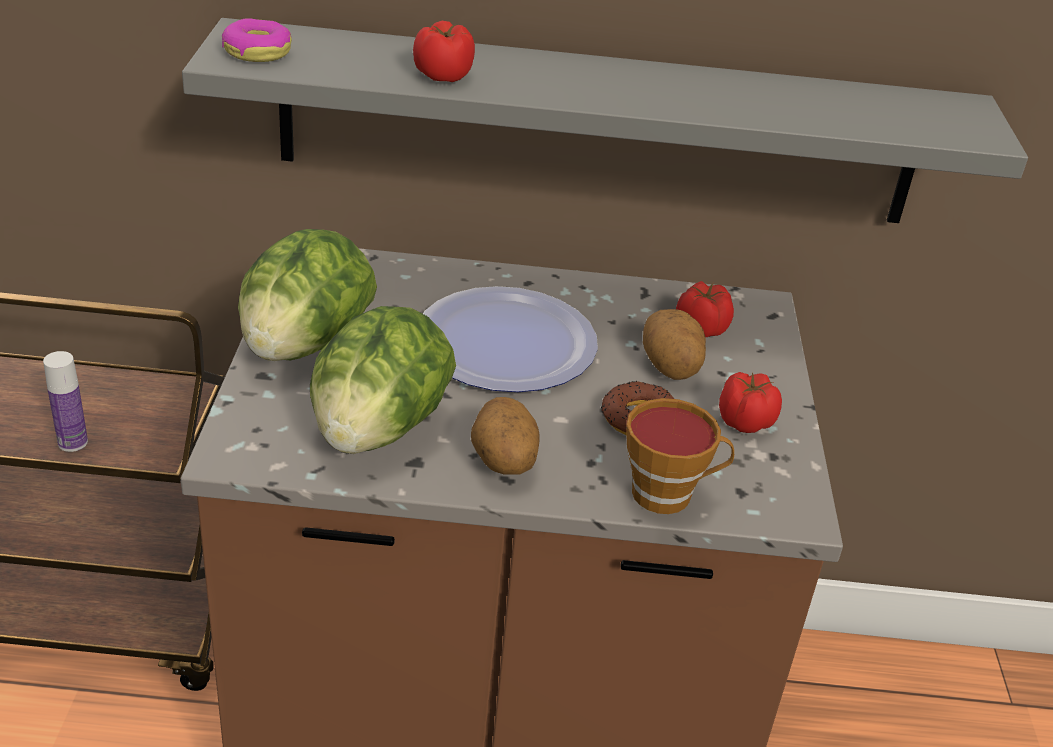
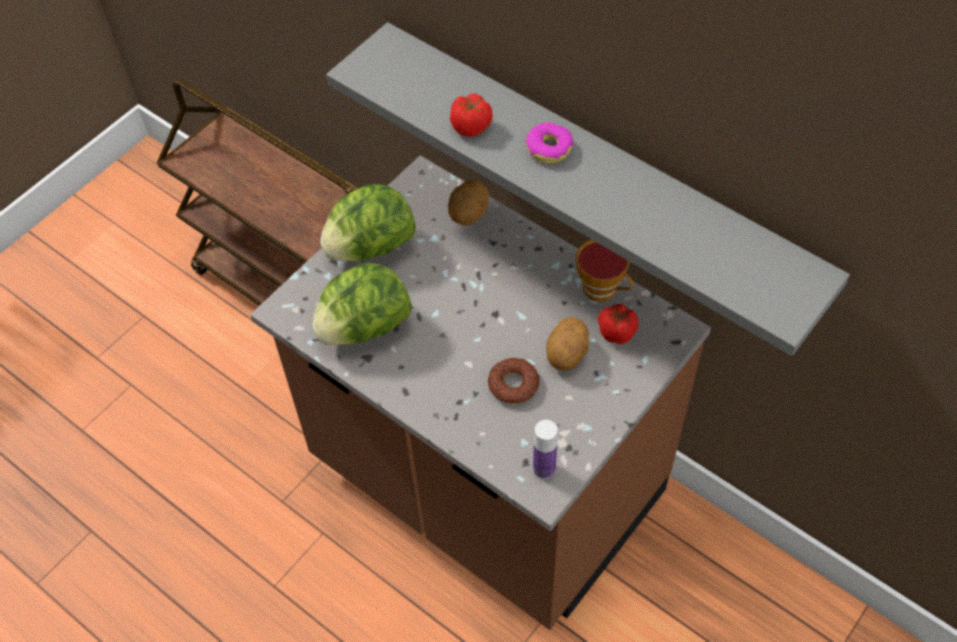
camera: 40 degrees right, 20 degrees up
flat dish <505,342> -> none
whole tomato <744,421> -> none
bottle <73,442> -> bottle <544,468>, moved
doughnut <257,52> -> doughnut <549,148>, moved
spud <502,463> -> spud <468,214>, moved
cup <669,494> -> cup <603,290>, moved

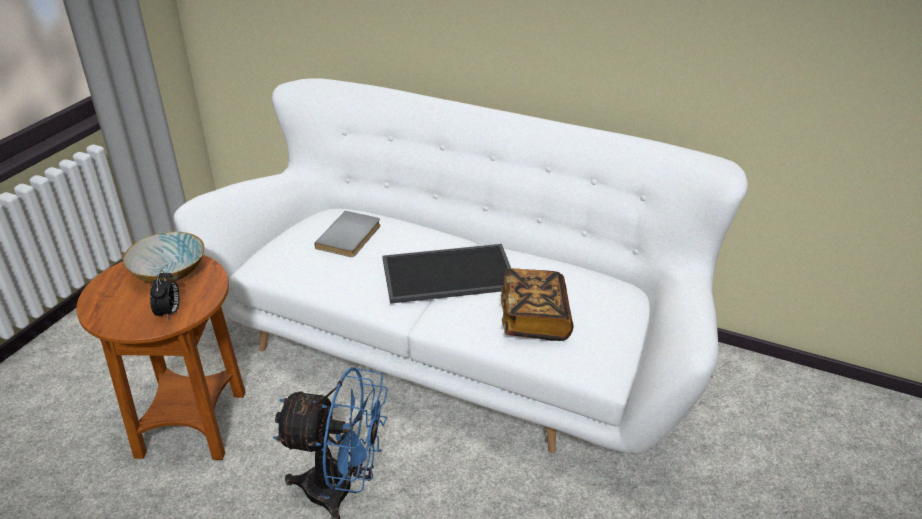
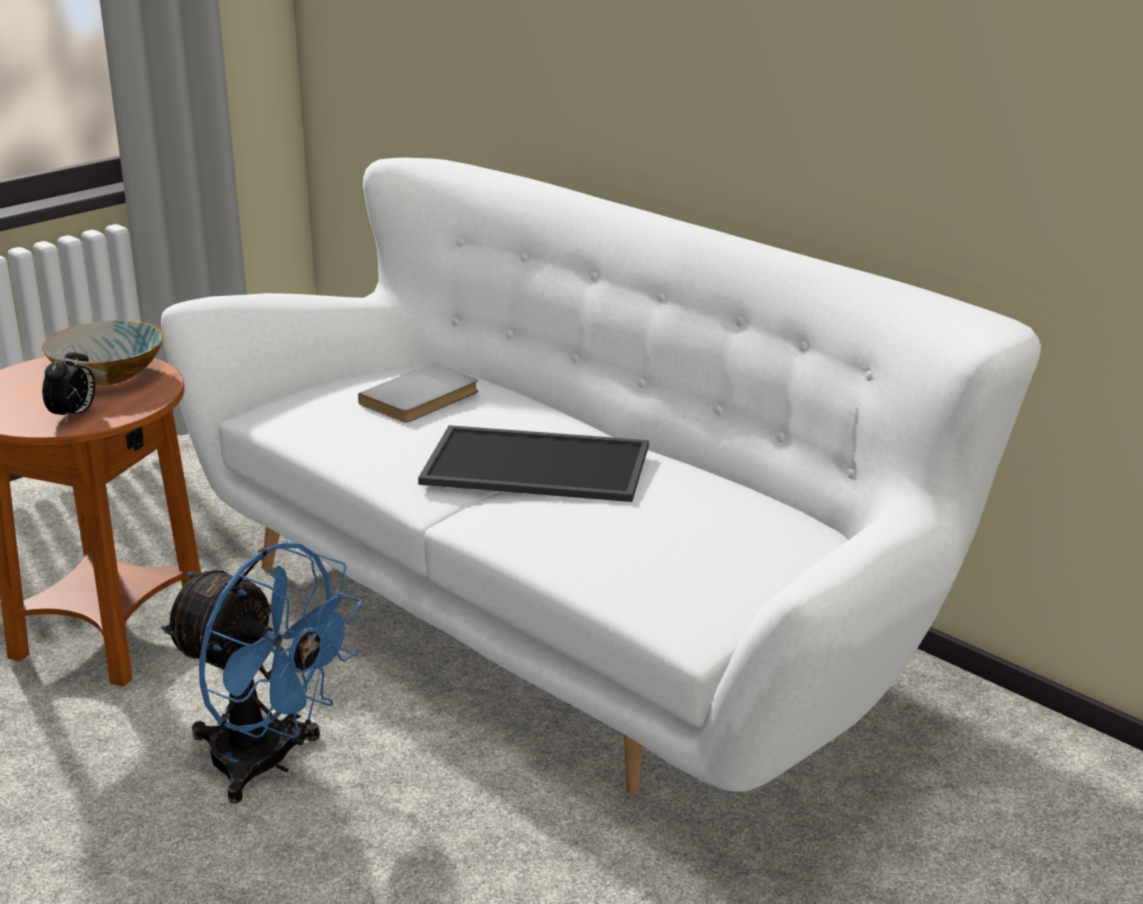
camera: 20 degrees right, 10 degrees down
volume <534,319> -> none

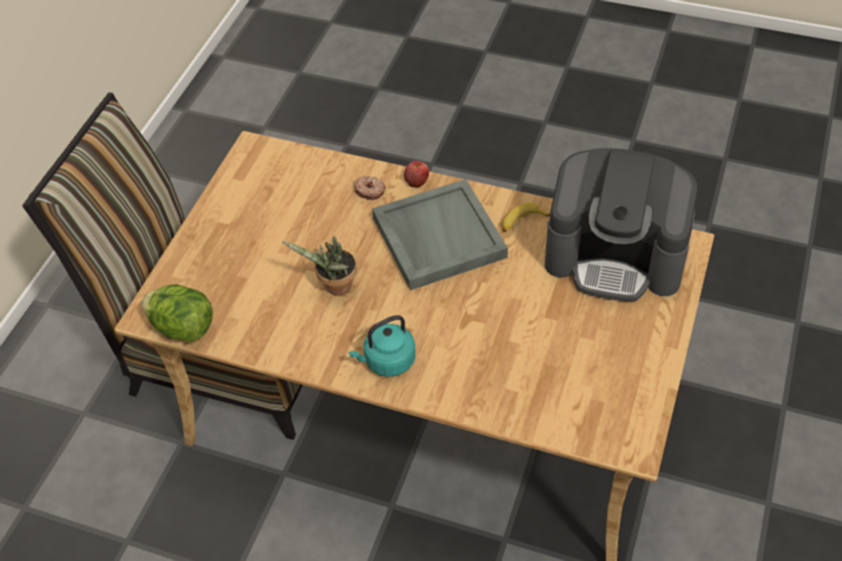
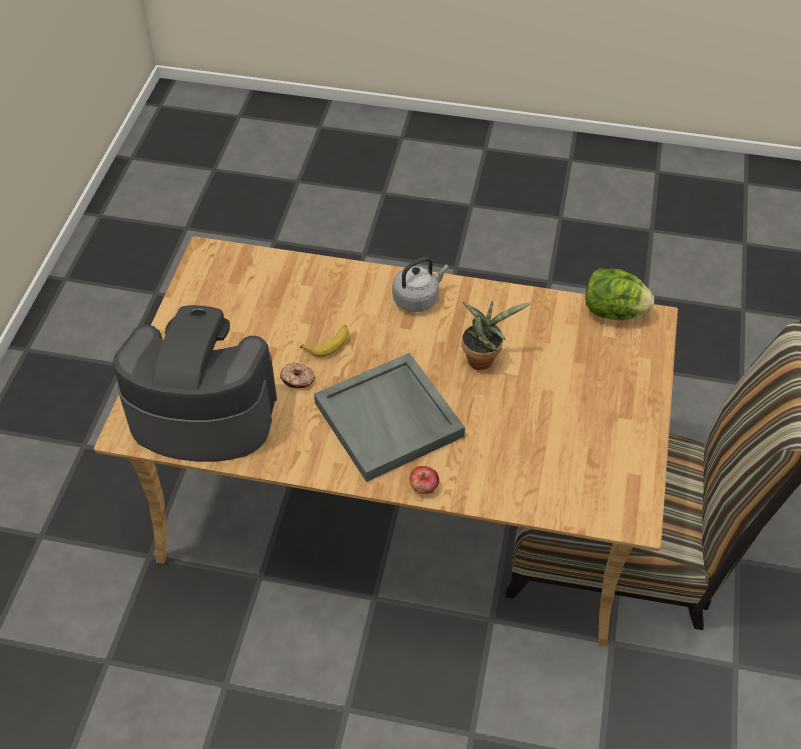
camera: 170 degrees right, 0 degrees up
doughnut <369,190> -> doughnut <297,379>, moved
banana fruit <521,222> -> banana fruit <328,343>, moved
turquoise kettle <387,361> -> grey kettle <417,298>

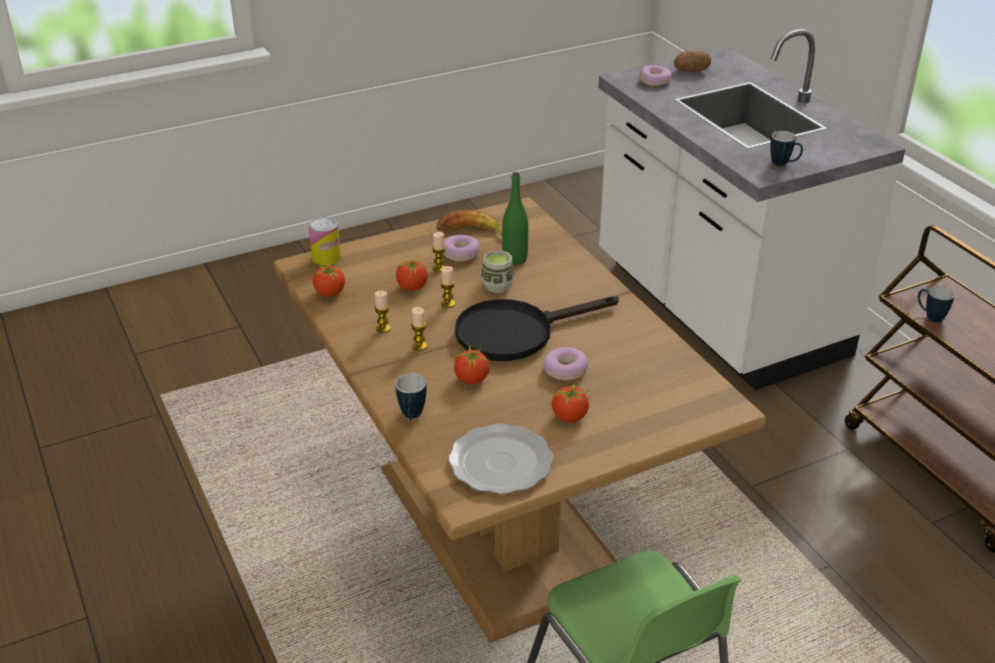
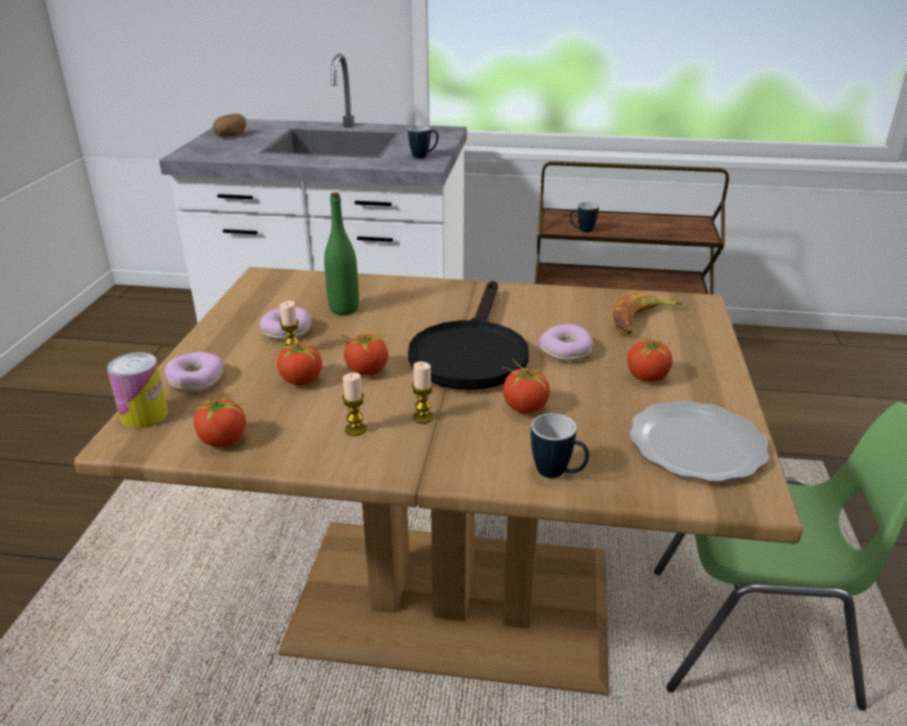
camera: 55 degrees left, 5 degrees down
cup <497,286> -> none
banana fruit <471,231> -> banana fruit <642,320>, moved
doughnut <655,81> -> doughnut <195,380>, moved
wax candle <448,304> -> whole tomato <366,371>

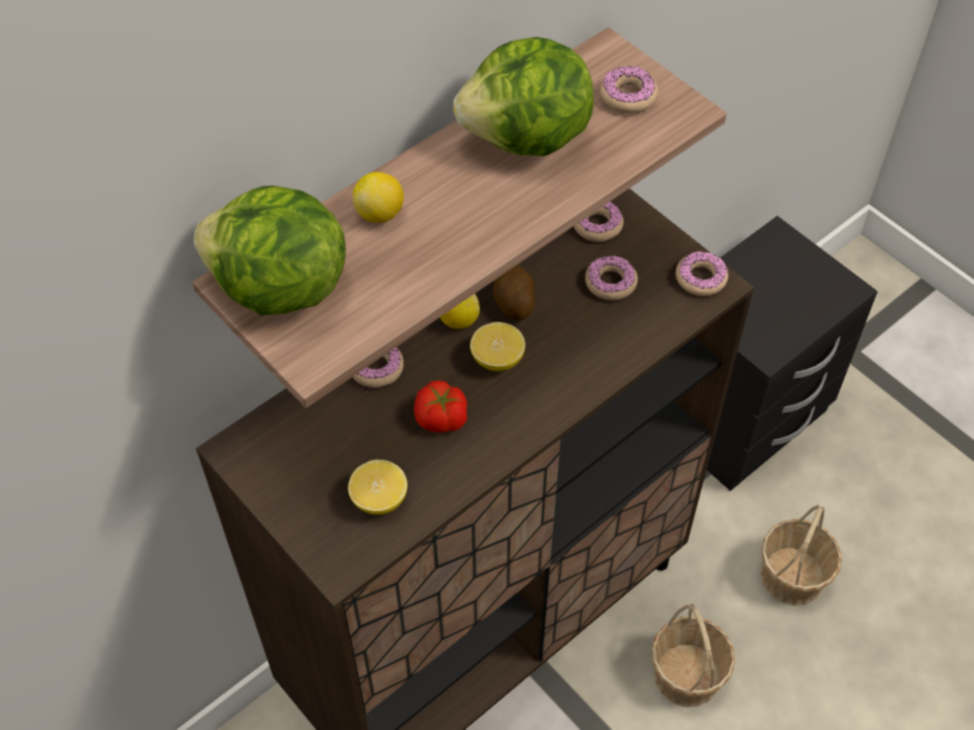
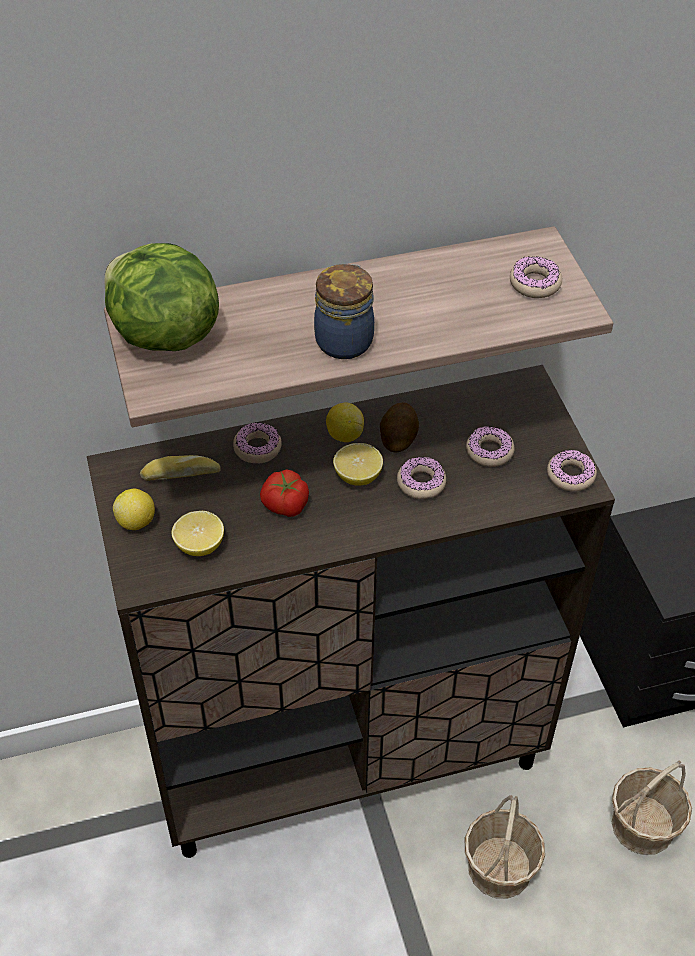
camera: 25 degrees right, 5 degrees down
head of lettuce <527,139> -> none
none -> baked bread <180,473>
none -> jar <345,340>
whole lemon <380,213> -> whole lemon <136,522>, moved
doughnut <597,225> -> doughnut <421,483>, moved

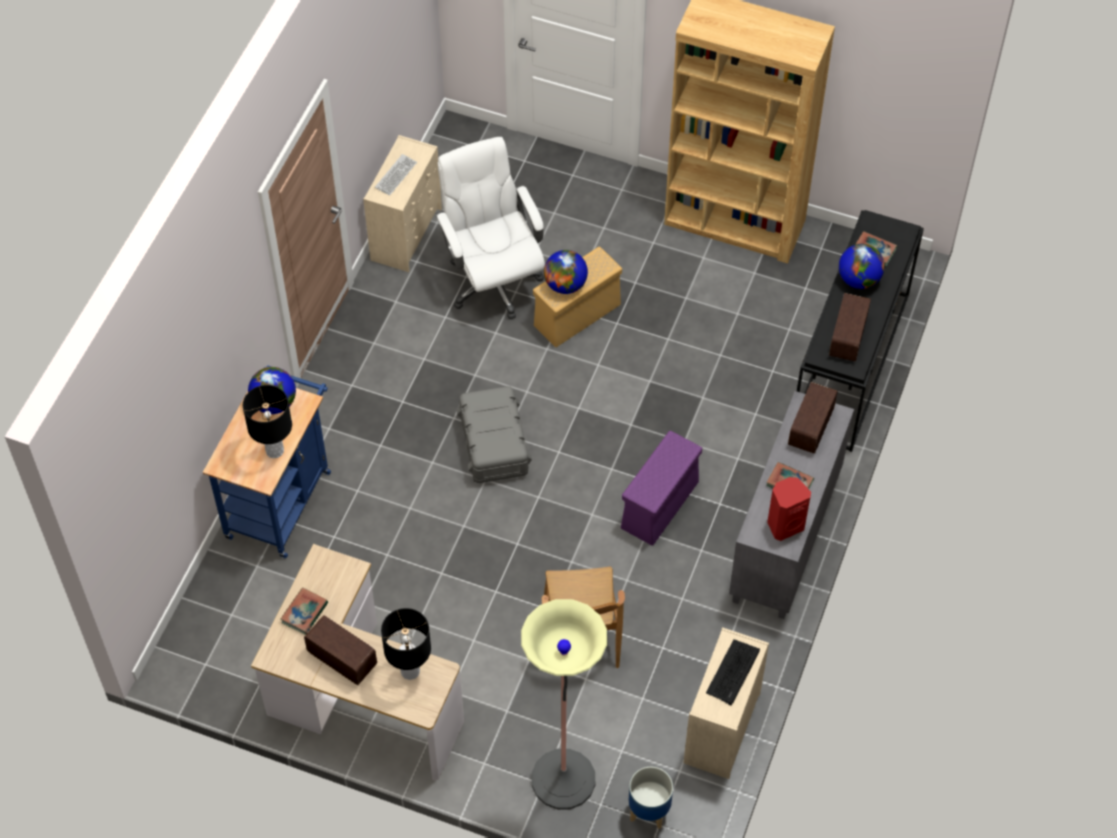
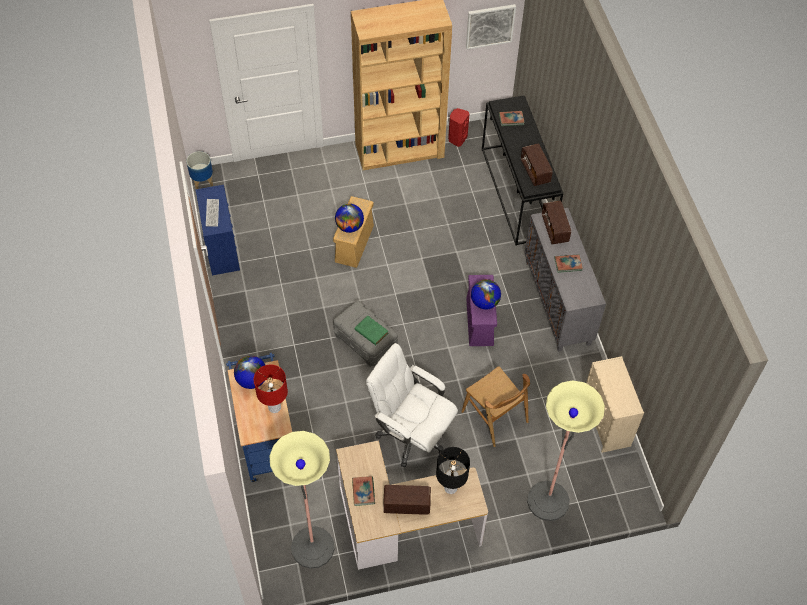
camera: 35 degrees left, 0 degrees up
computer keyboard <733,672> -> none
none -> floor lamp <312,547>
none -> green-coloured volume <370,331>
none -> picture <490,26>
whitish desk chair <493,281> -> whitish desk chair <411,435>, moved
planter <649,811> -> planter <203,181>, moved
red loudspeaker <784,525> -> red loudspeaker <457,139>, moved
world globe <858,280> -> world globe <484,302>, moved
black table lamp <275,450> -> red table lamp <274,407>
beige-coloured drawer chest <406,233> -> blue-coloured drawer chest <221,249>

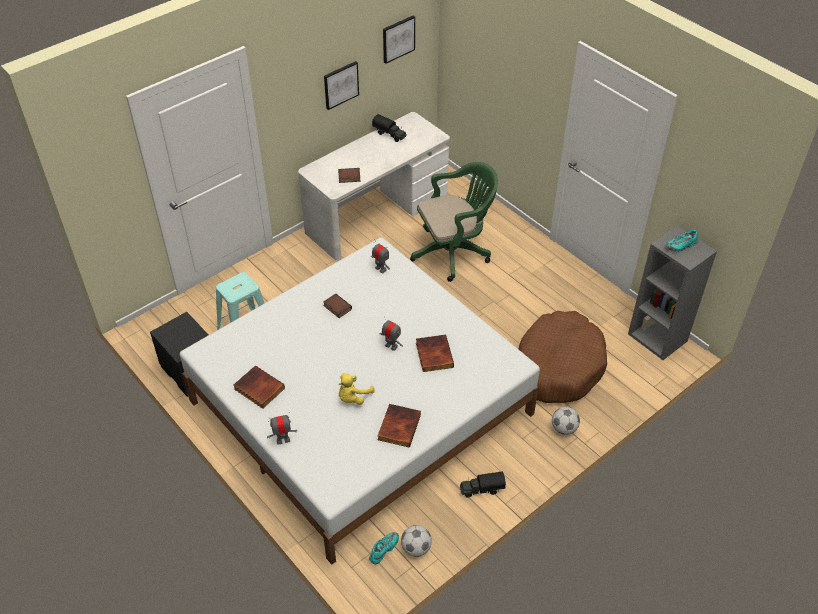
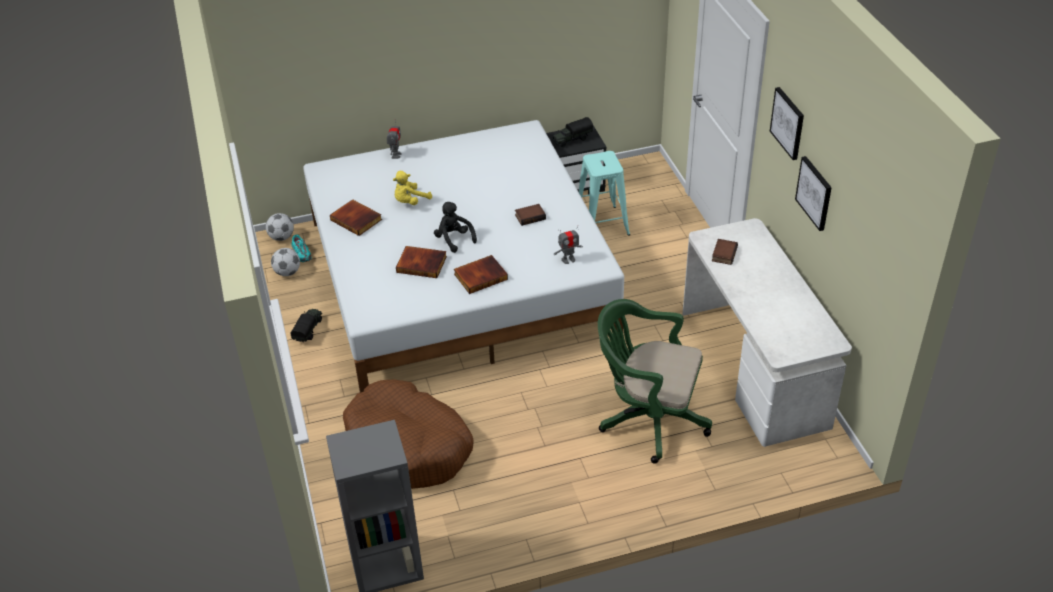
camera: 115 degrees right, 5 degrees down
turquoise item of footwear <681,246> -> none
volume <258,389> -> volume <480,276>, moved
model truck <390,134> -> model truck <572,139>, moved
picture <398,38> -> picture <788,123>, moved
football <564,428> -> football <281,237>, moved
model robot <391,346> -> black cuddly toy <454,239>
yellow cuddly toy <353,397> -> yellow cuddly toy <410,201>, 105 degrees counterclockwise
green-coloured desk chair <454,252> -> green-coloured desk chair <648,419>, 105 degrees clockwise

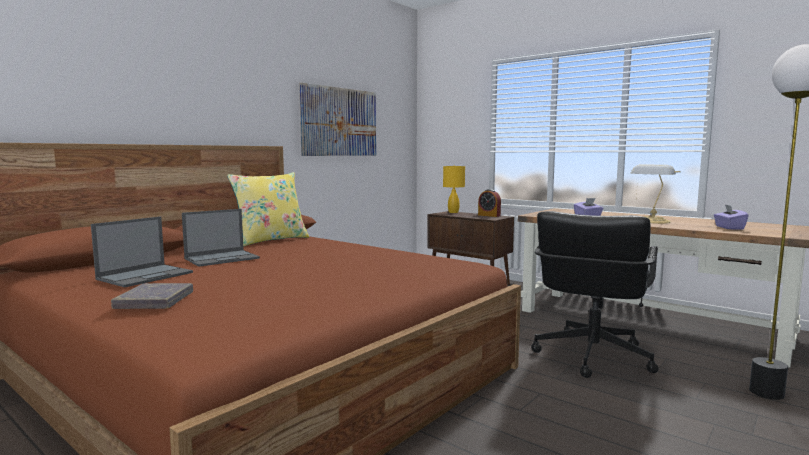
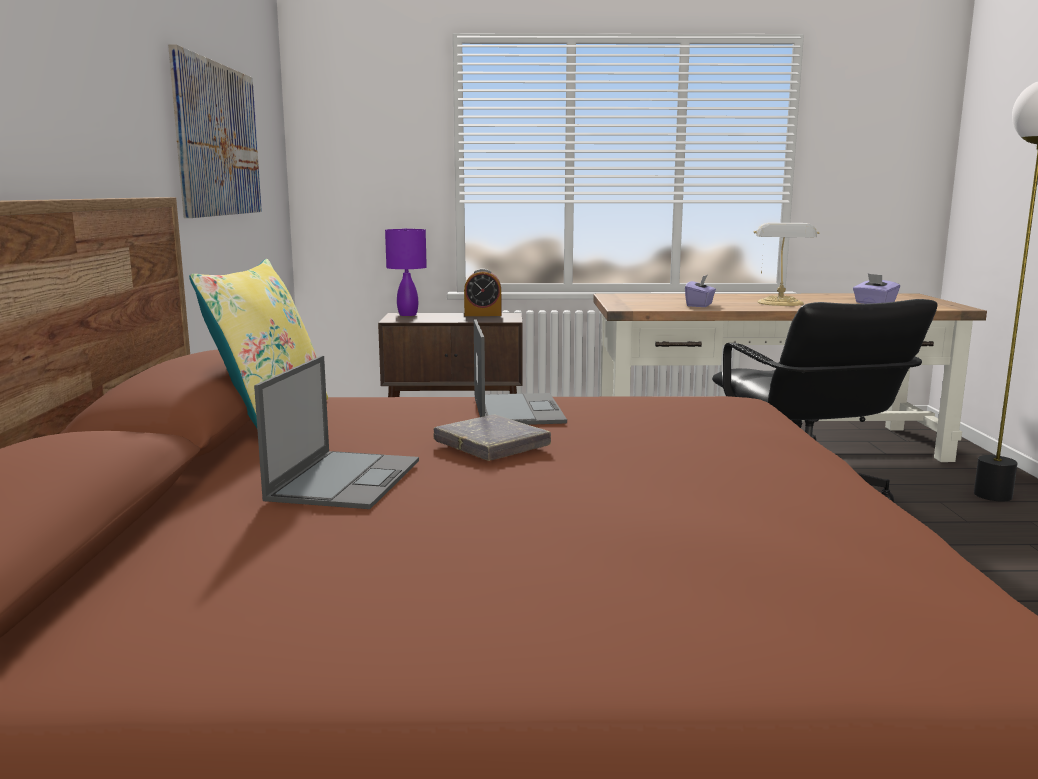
camera: 40 degrees left, 5 degrees up
portable computer <146,276> -> portable computer <517,410>, moved
grey volume <155,301> -> grey volume <491,444>, moved
yellow table lamp <453,212> -> purple-coloured table lamp <408,314>

